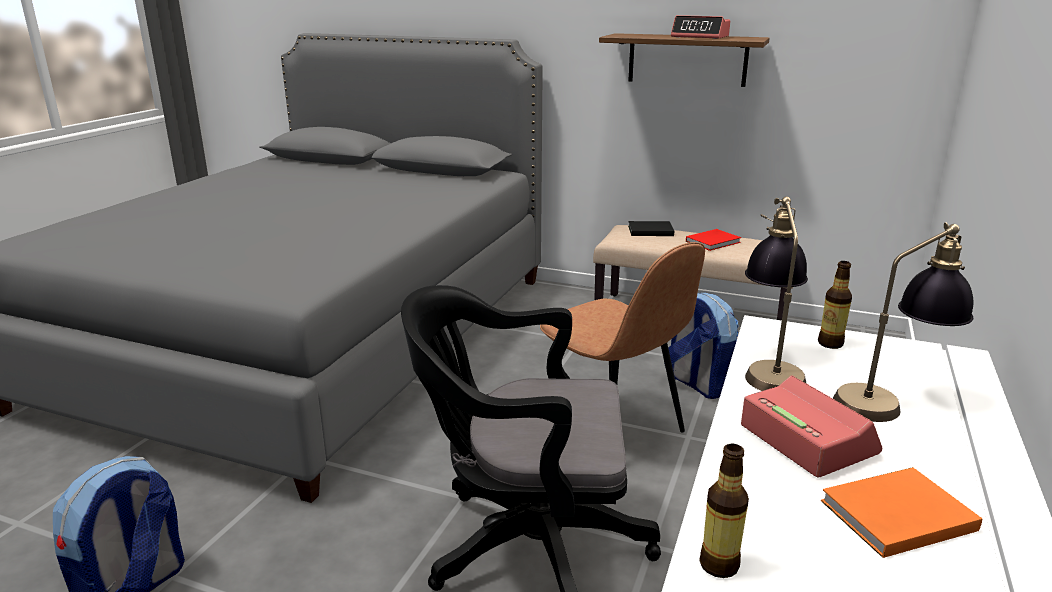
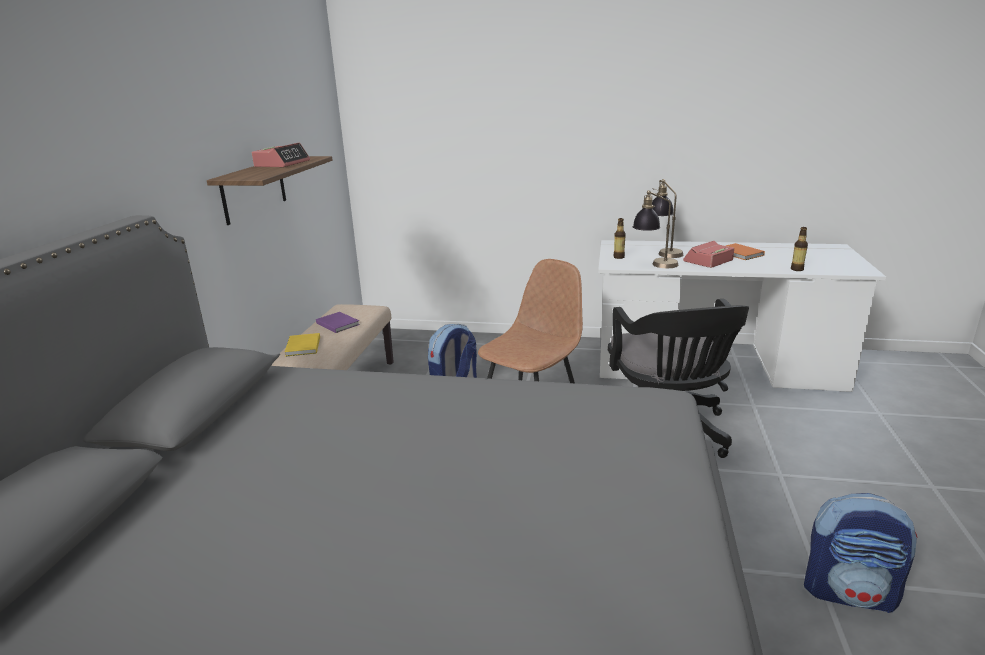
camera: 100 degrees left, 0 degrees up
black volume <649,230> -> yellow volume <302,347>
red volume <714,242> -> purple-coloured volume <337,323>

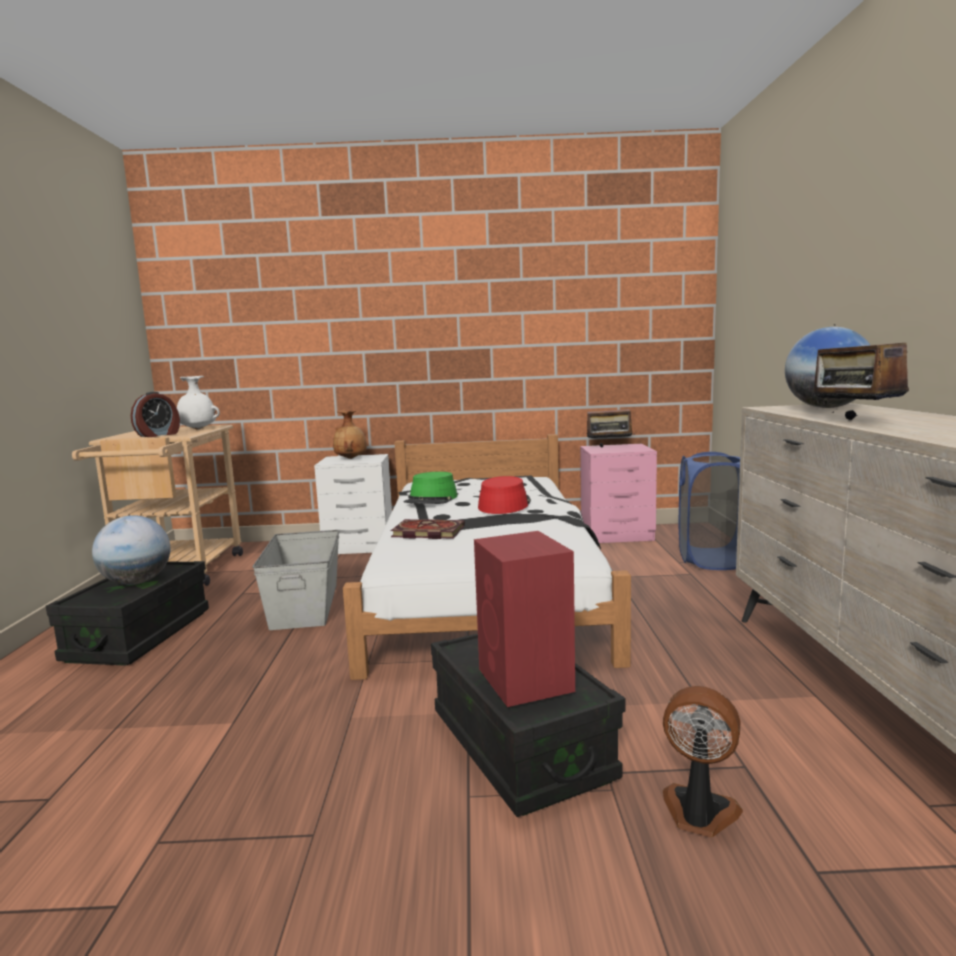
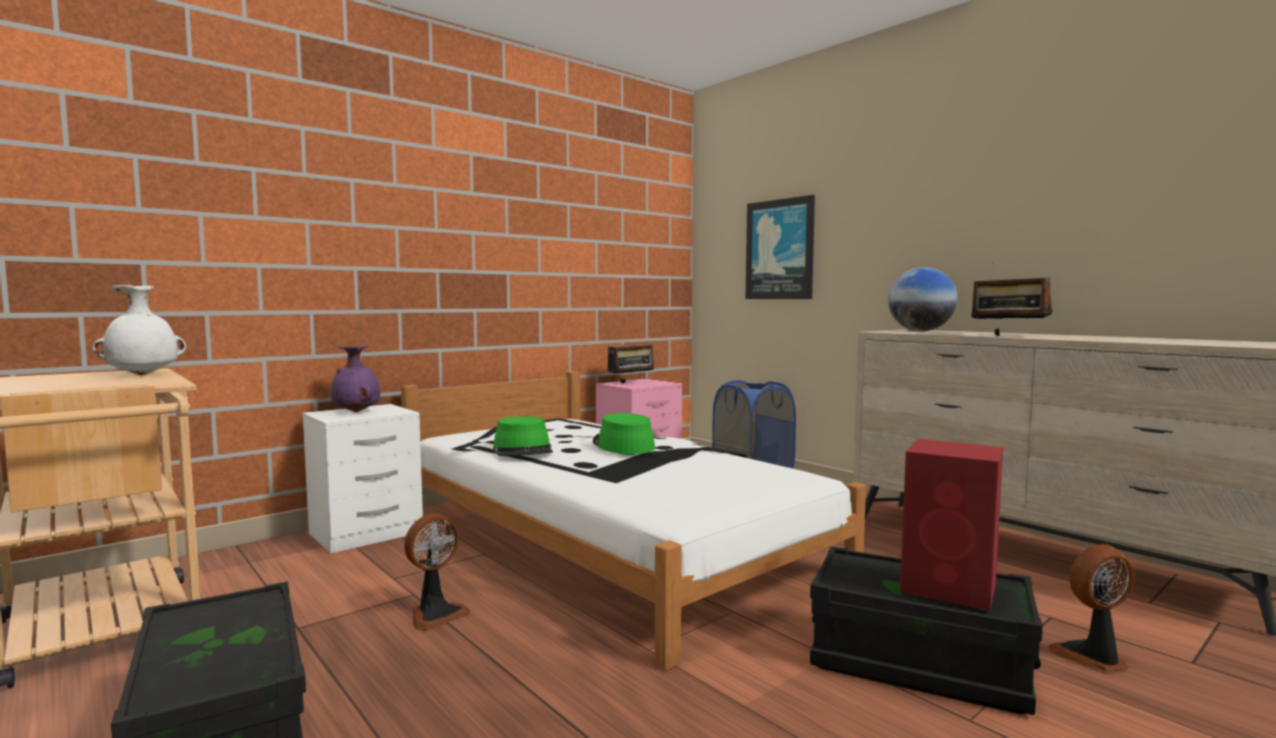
camera: 40 degrees left, 5 degrees down
world globe <137,582> -> none
alarm clock <158,435> -> none
volume <426,532> -> none
none -> picture <780,249>
grey storage box <306,605> -> fan <435,614>
brown-coloured vase <351,458> -> purple-coloured vase <357,411>
red wearable hat <504,504> -> green-coloured wearable hat <622,445>

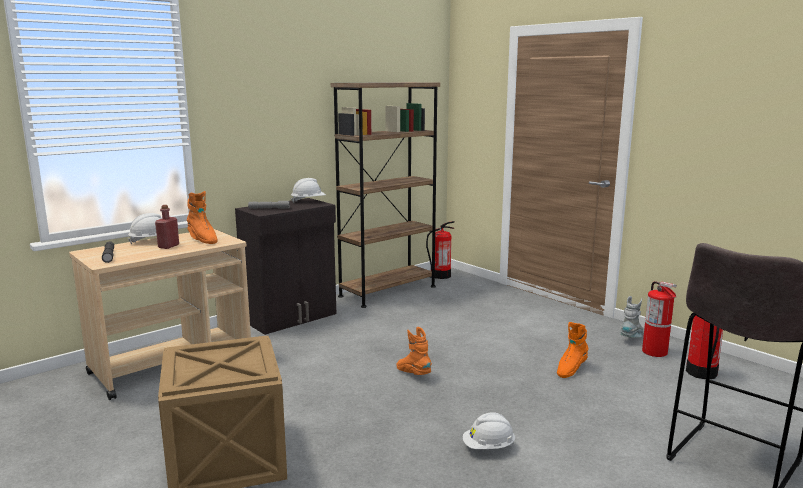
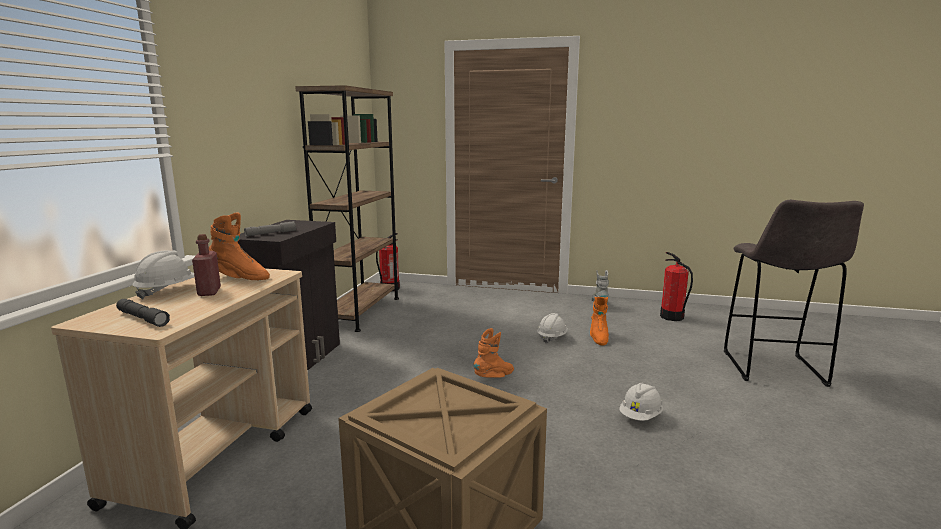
camera: 35 degrees left, 0 degrees up
fire-fighting cylinder <655,352> -> none
whitish hard hat <308,201> -> whitish hard hat <552,337>, moved
orangey tall boot <413,374> -> orangey tall boot <494,377>, 120 degrees clockwise

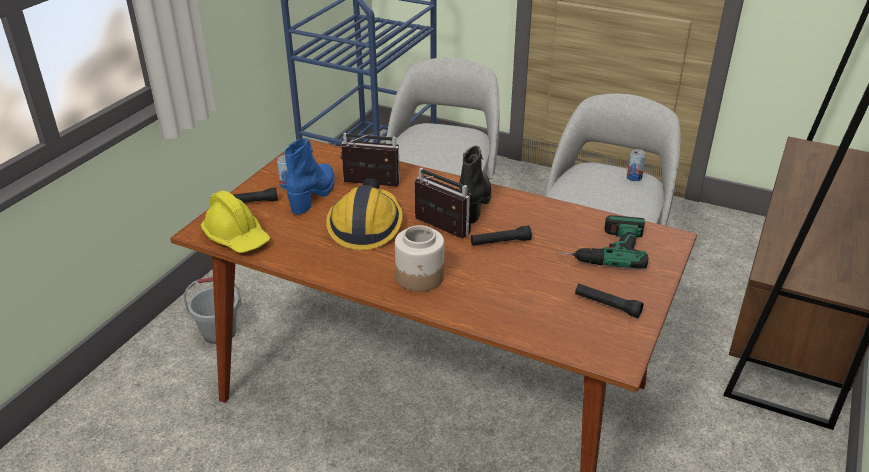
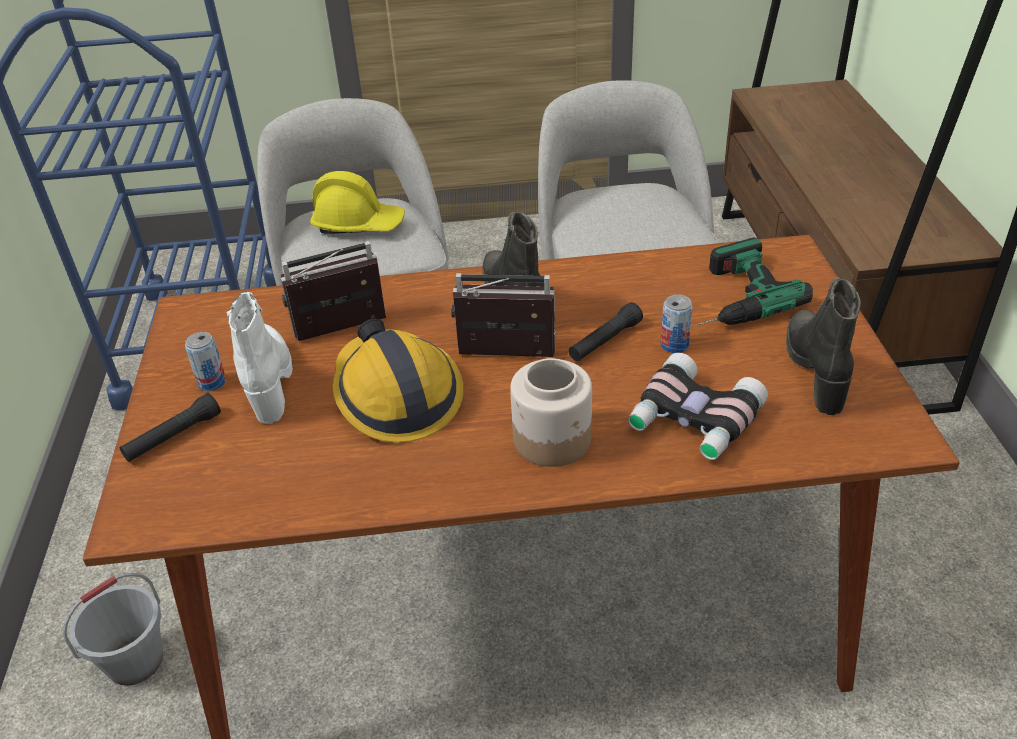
camera: 30 degrees left, 5 degrees up
none -> pair of binoculars <693,420>
yellow hard hat <237,237> -> yellow hard hat <358,224>, moved
sealed can <634,177> -> sealed can <674,345>, moved
black torch <607,305> -> black tall boot <816,370>
blue-coloured tall boot <313,195> -> whitish tall boot <269,381>

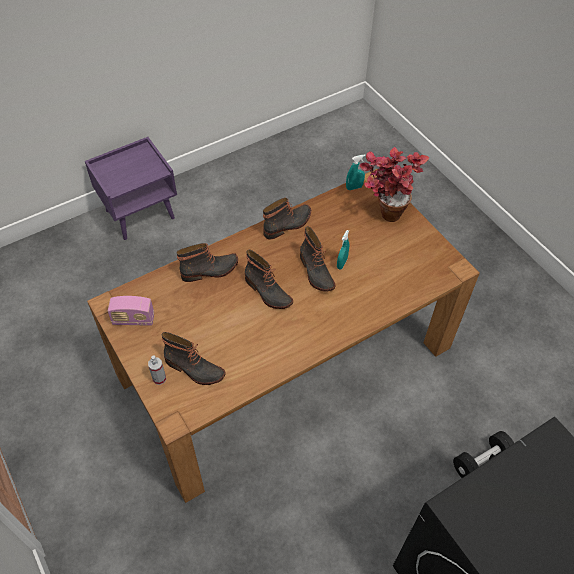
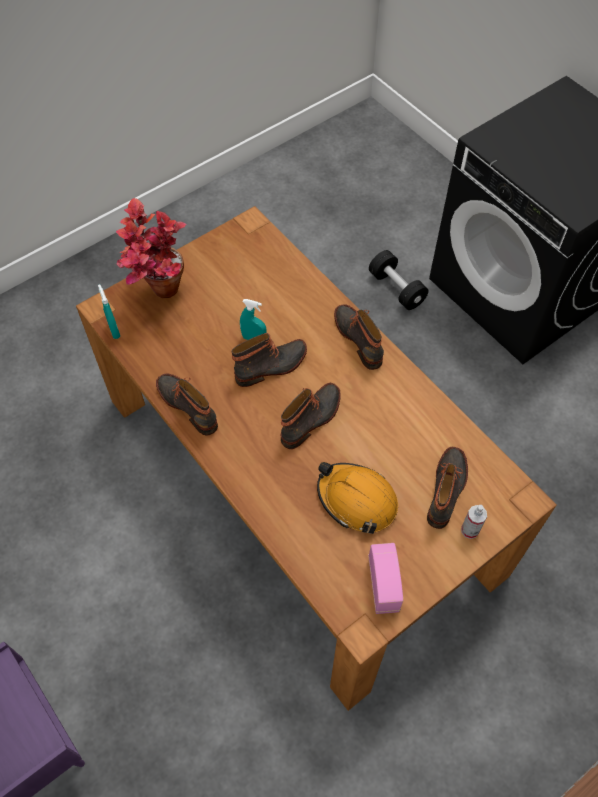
camera: 95 degrees left, 5 degrees up
none -> orangey hard hat <357,500>
tall boot <210,271> -> tall boot <359,339>, moved

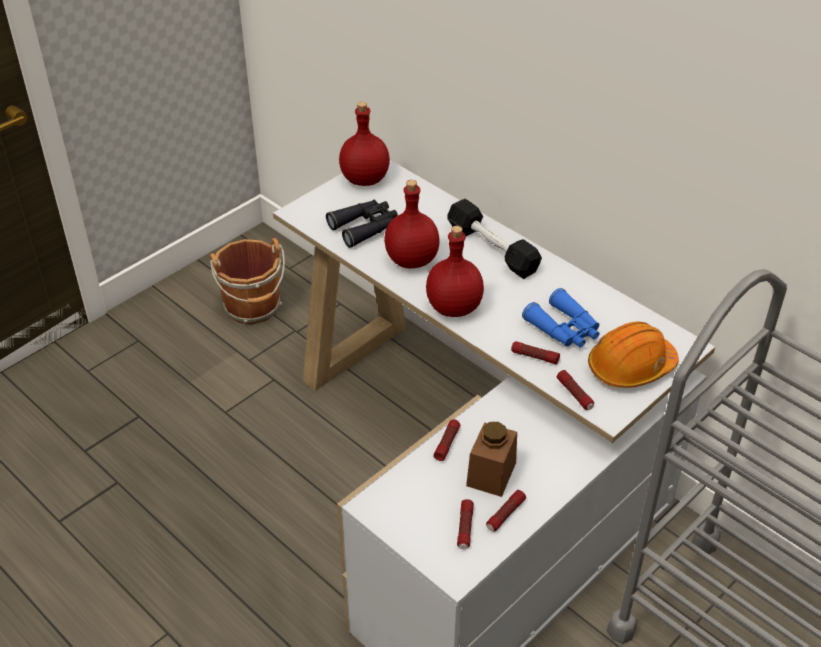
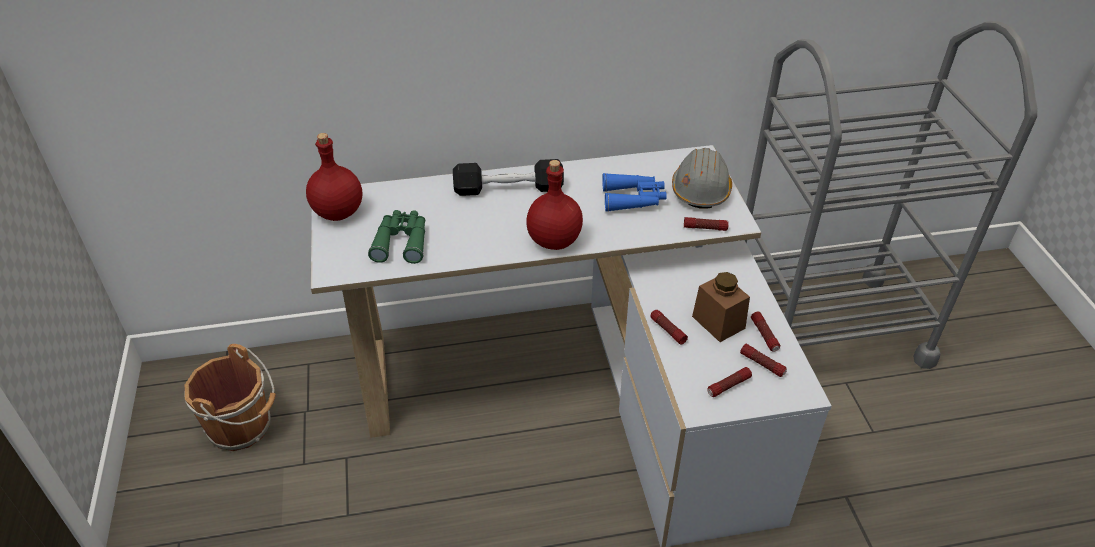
camera: 55 degrees left, 0 degrees up
red bottle <410,260> -> none
torch <534,357> -> torch <728,386>, moved
black pair of binoculars <365,227> -> green-coloured pair of binoculars <401,242>
orangey hard hat <630,367> -> grey hard hat <700,189>

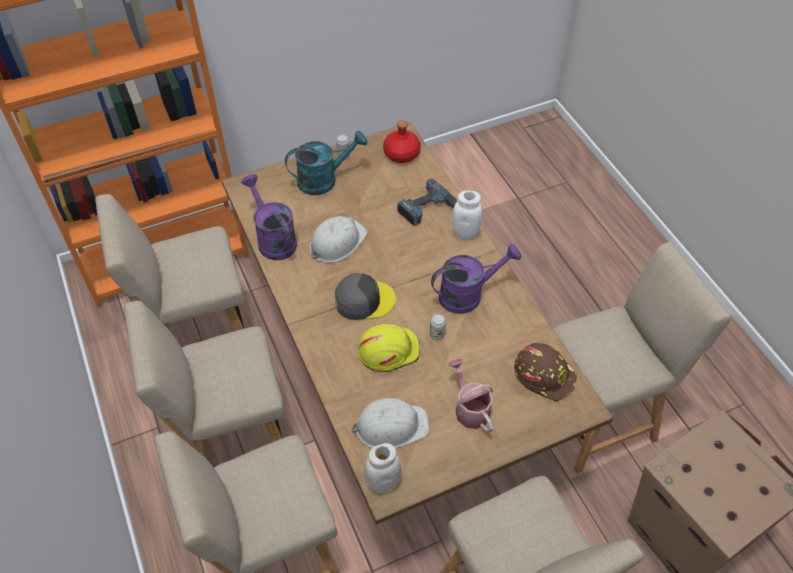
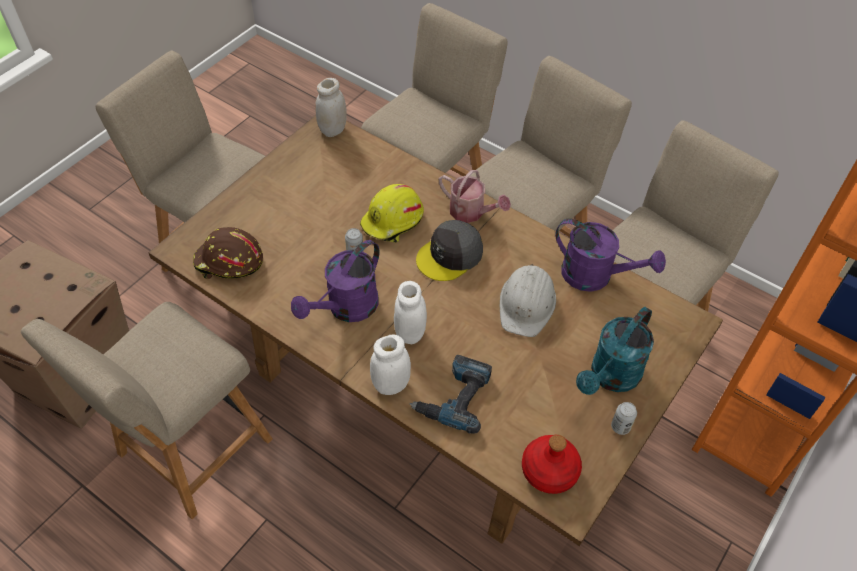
camera: 150 degrees right, 0 degrees up
whitish hard hat <390,426> -> none
none -> whitish jar <410,333>
sprinkling can <469,408> -> sprinkling can <471,212>, moved

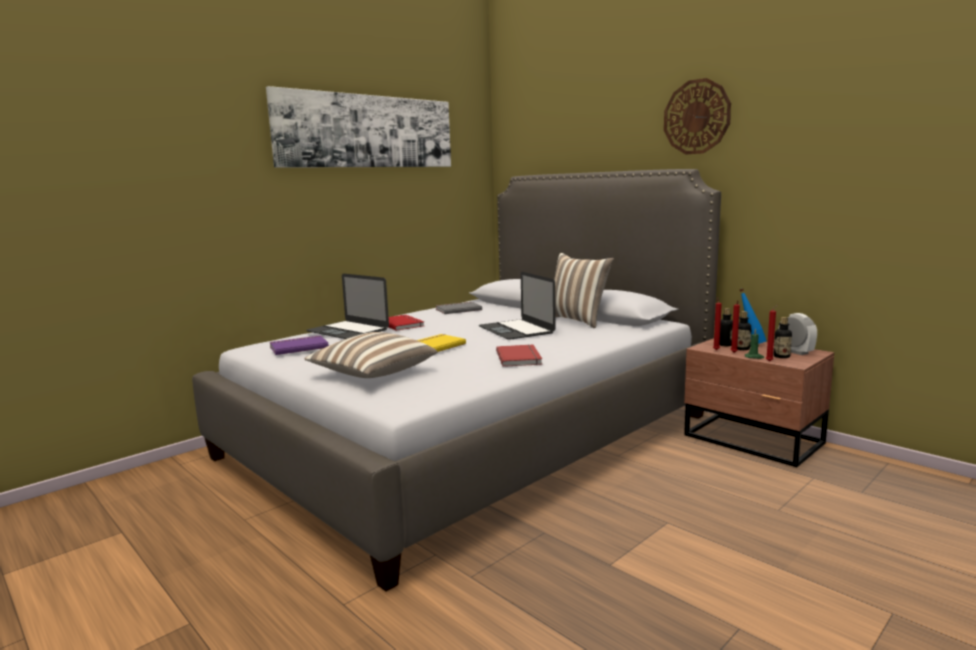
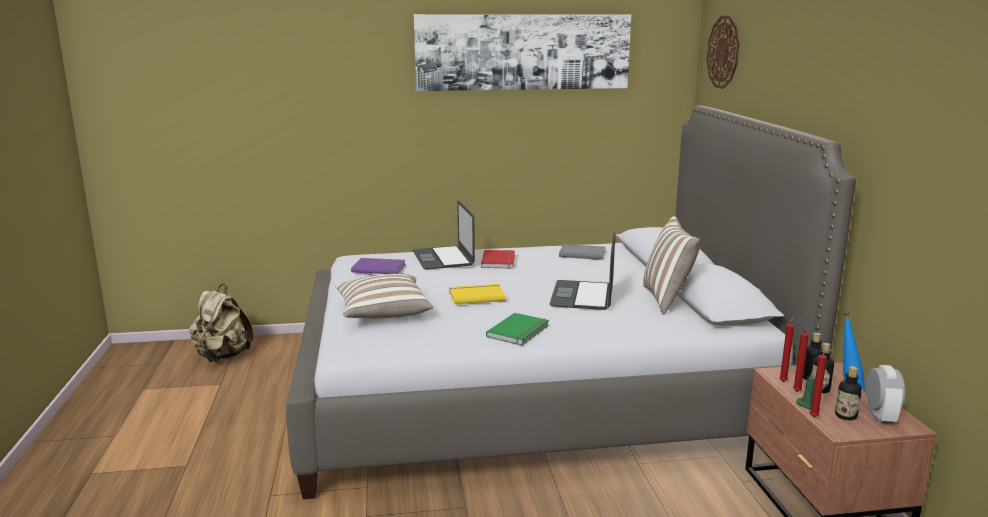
camera: 35 degrees right, 5 degrees up
none -> beige-coloured backpack <222,357>
clock on the wall <696,117> -> clock on the wall <723,52>, moved
red volume <520,358> -> green-coloured volume <520,331>

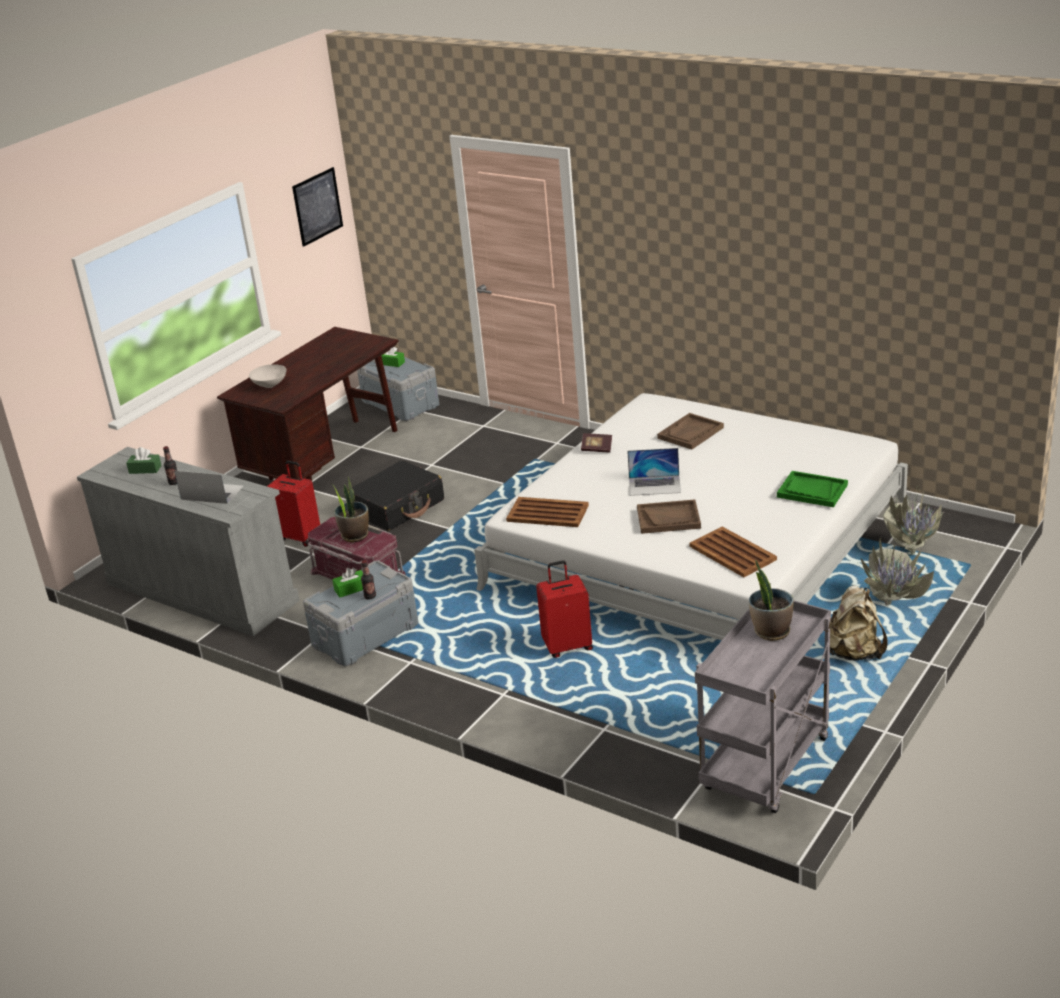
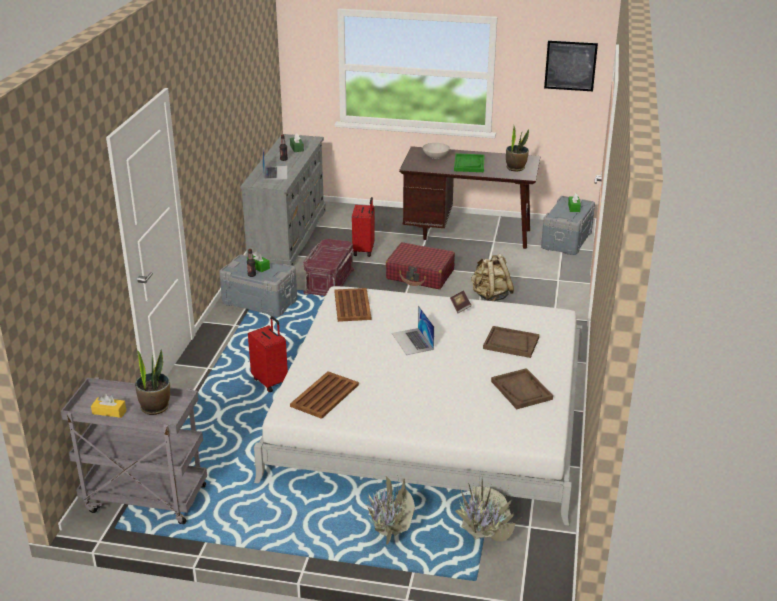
camera: 65 degrees right, 0 degrees up
none -> yellow tissue box <109,413>
plant in a pot <355,535> -> plant in a pot <515,168>, moved
brown-coloured carrying tray <668,518> -> brown-coloured carrying tray <521,390>, moved
green-coloured carrying tray <812,491> -> green-coloured carrying tray <469,164>, moved
beige-coloured backpack <854,653> -> beige-coloured backpack <490,296>, moved
black travel case <398,507> -> red travel case <420,275>

